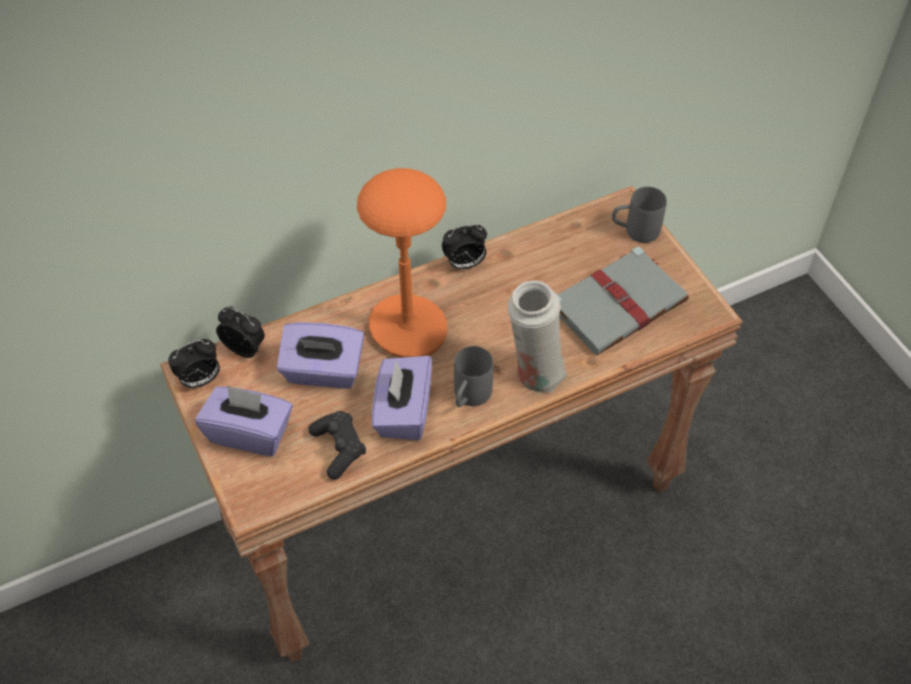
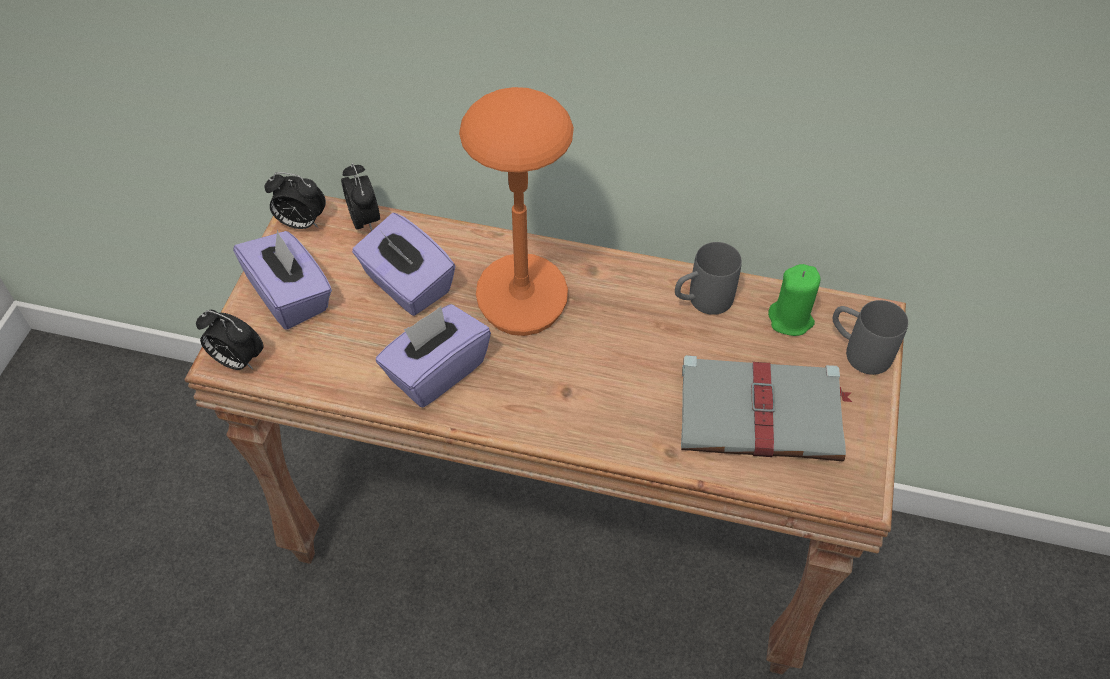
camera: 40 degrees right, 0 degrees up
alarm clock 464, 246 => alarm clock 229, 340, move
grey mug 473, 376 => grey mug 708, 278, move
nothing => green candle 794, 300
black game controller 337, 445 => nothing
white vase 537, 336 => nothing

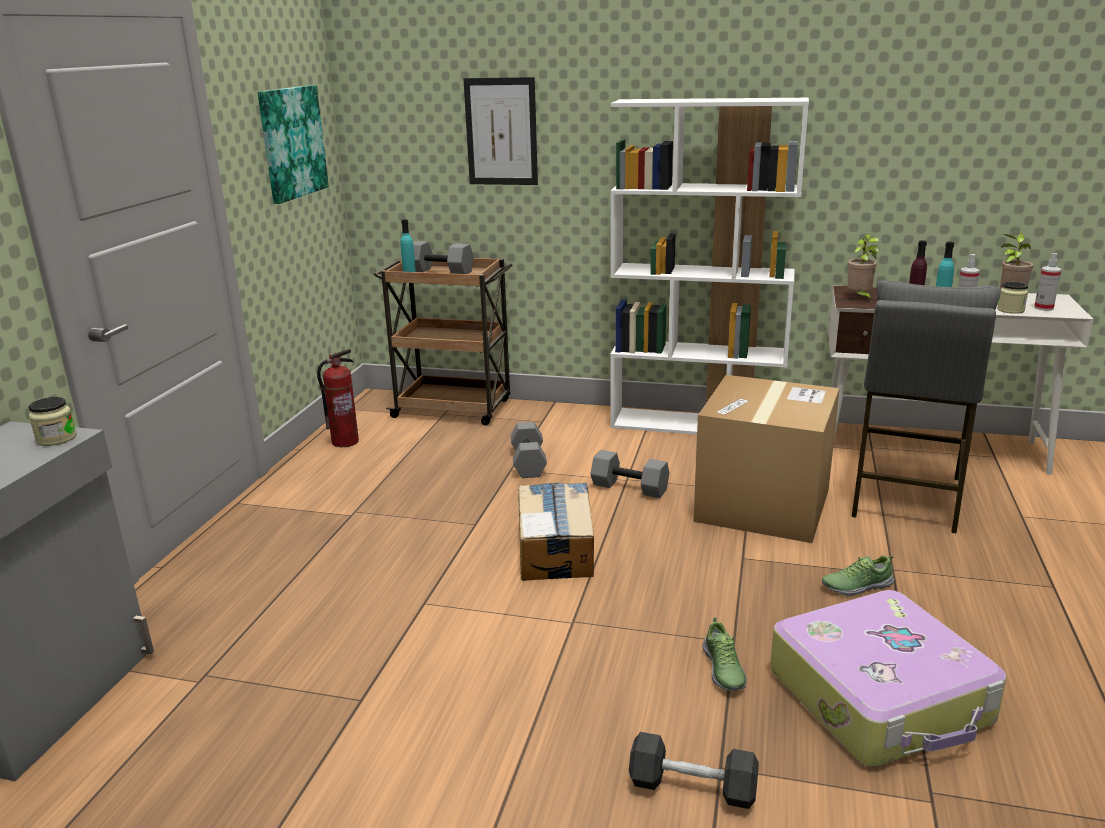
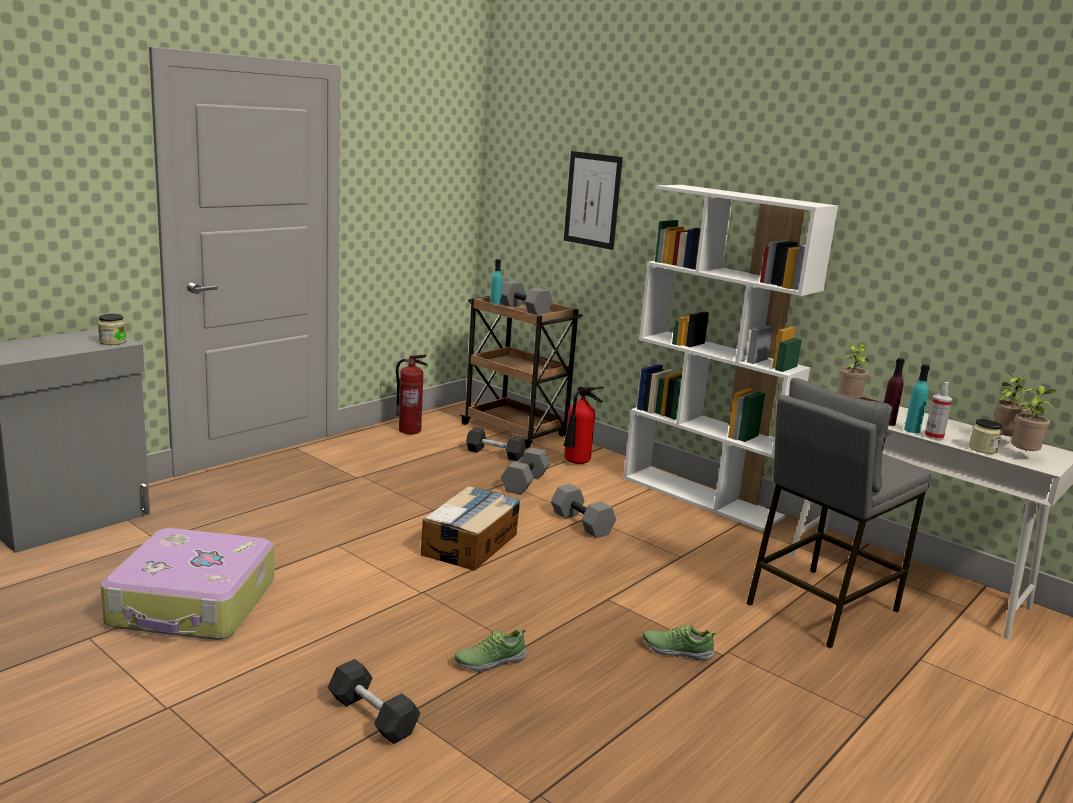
camera: 25 degrees right, 5 degrees down
suitcase 888, 678 => suitcase 187, 584, move
shoe 724, 654 => shoe 490, 650, 45 degrees clockwise
nothing => black dumbbell 496, 444
nothing => fire extinguisher 583, 425
spray bottle 1048, 282 => potted plant 1034, 418
picture 293, 144 => nothing
cardboard box 766, 459 => nothing

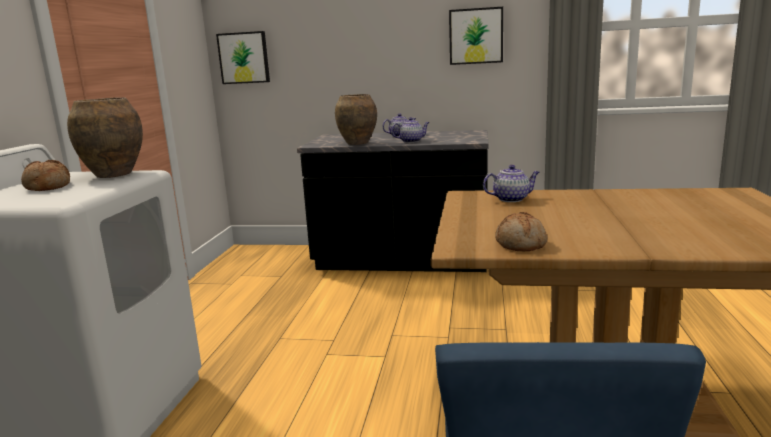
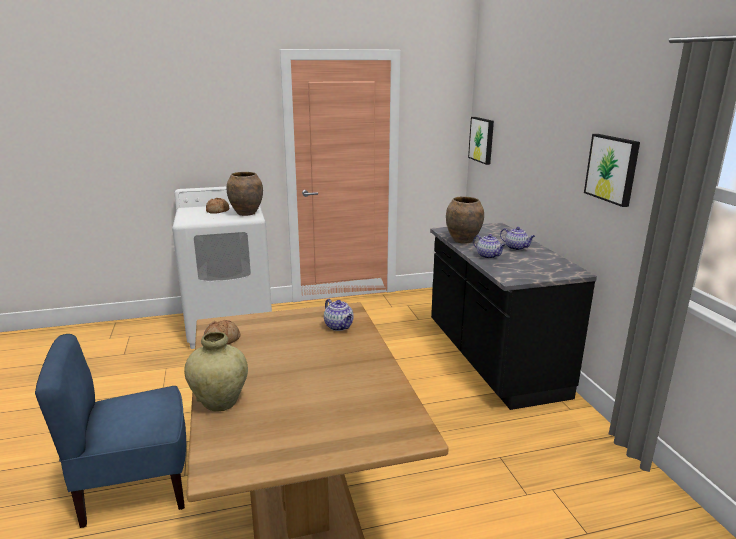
camera: 65 degrees right, 5 degrees up
nothing => beige vase 216, 372

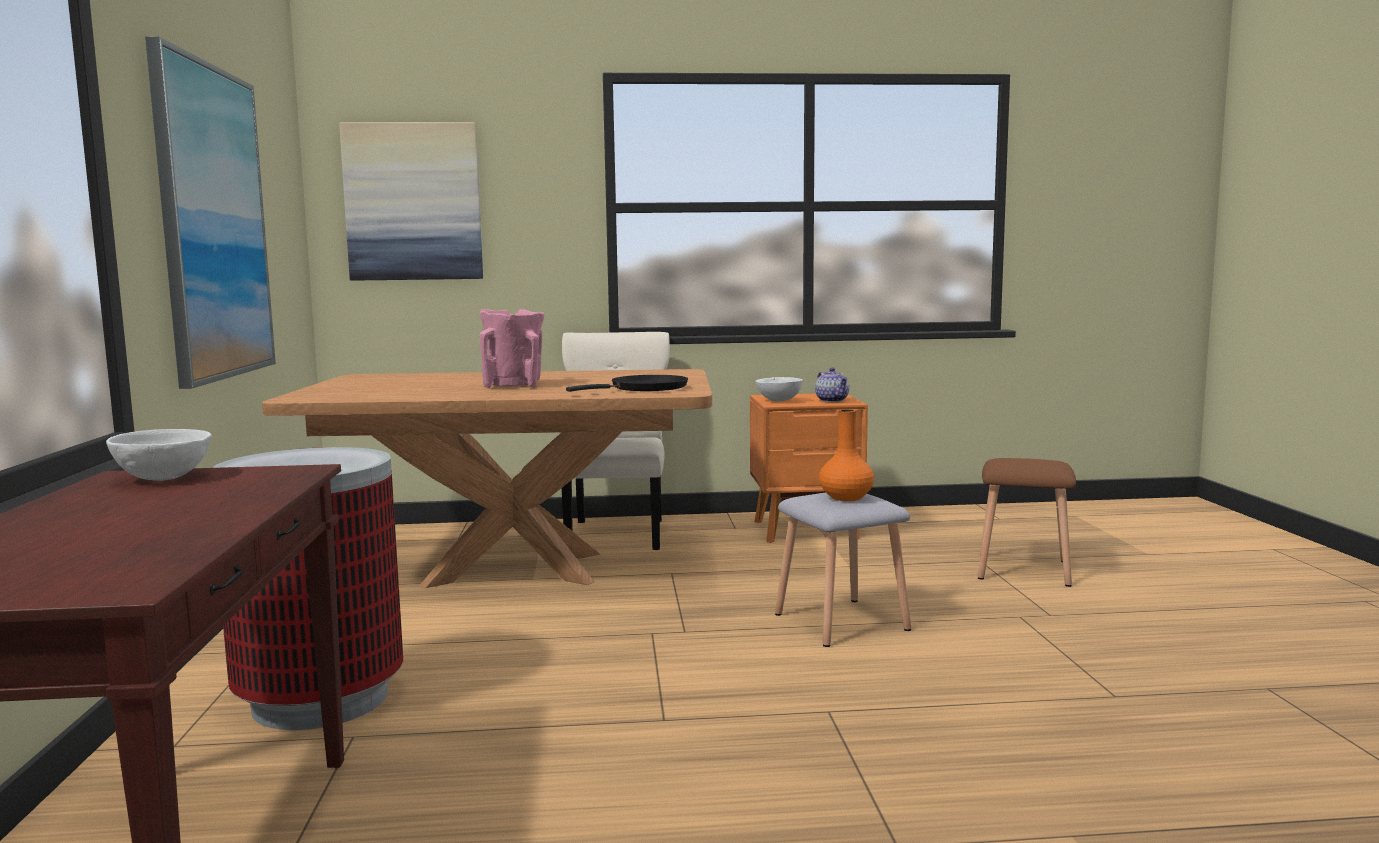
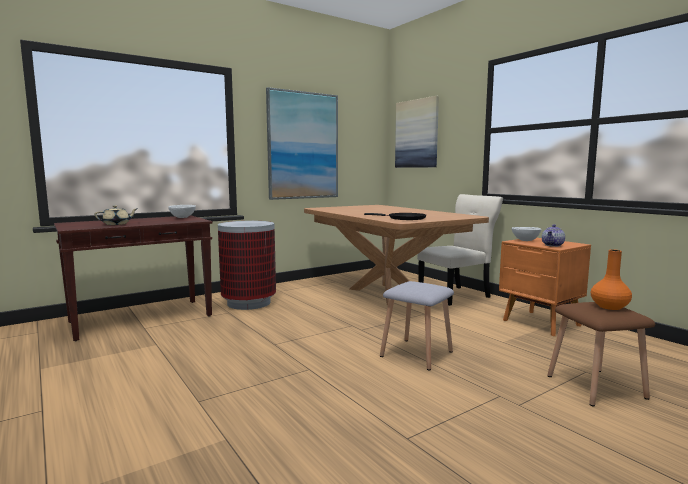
camera: 60 degrees right, 0 degrees up
nothing => beige teapot 115, 215
orange vase 846, 455 => orange vase 611, 279, move
pink vase 512, 348 => nothing

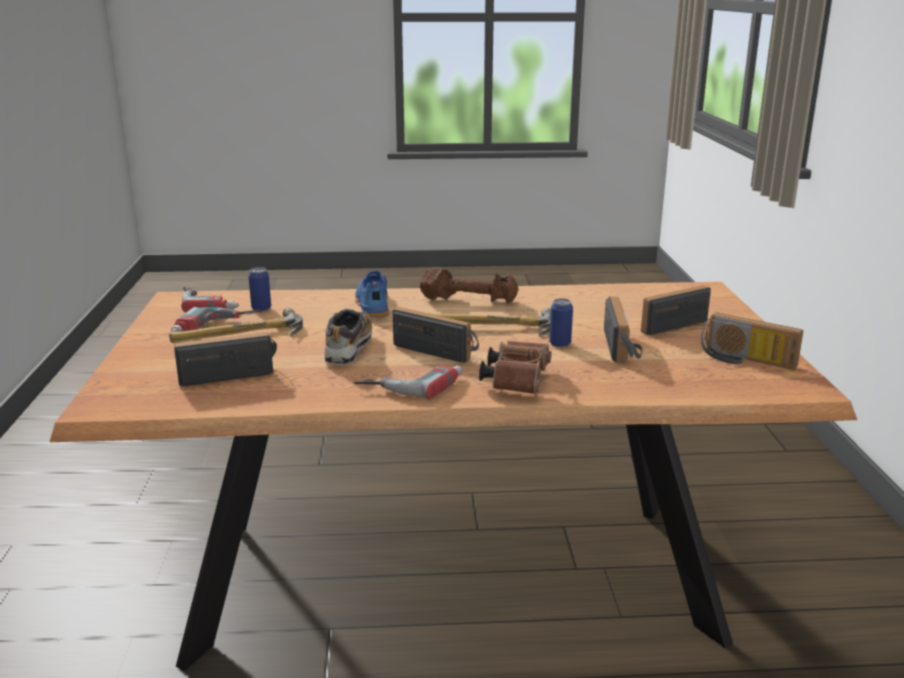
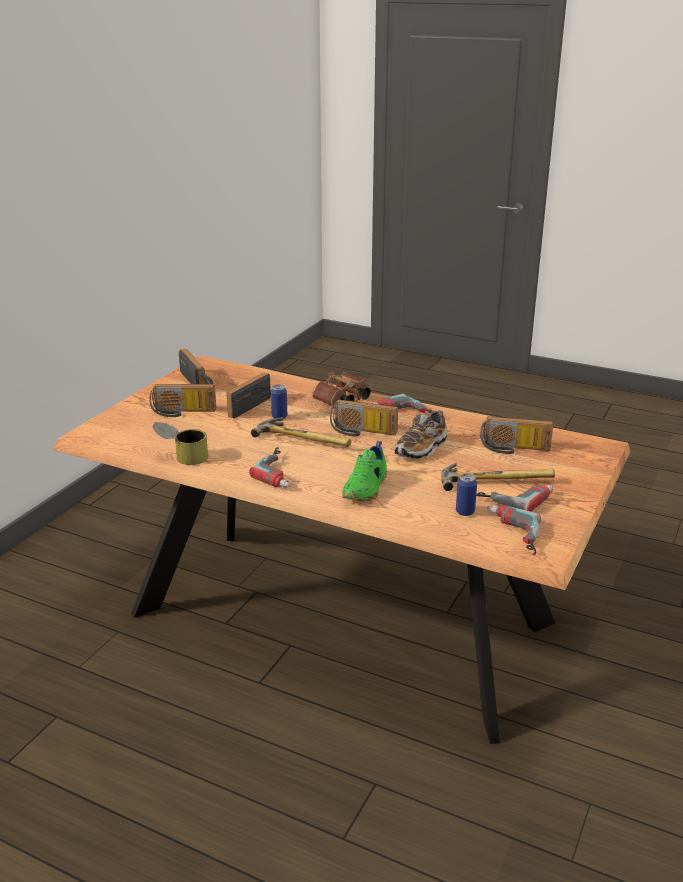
camera: 150 degrees left, 5 degrees up
nothing => can 180, 443
brown dumbbell 469, 285 => power drill 269, 467
radio 436, 335 => radio 364, 418, 45 degrees counterclockwise
blue shoe 372, 293 => green shoe 364, 471

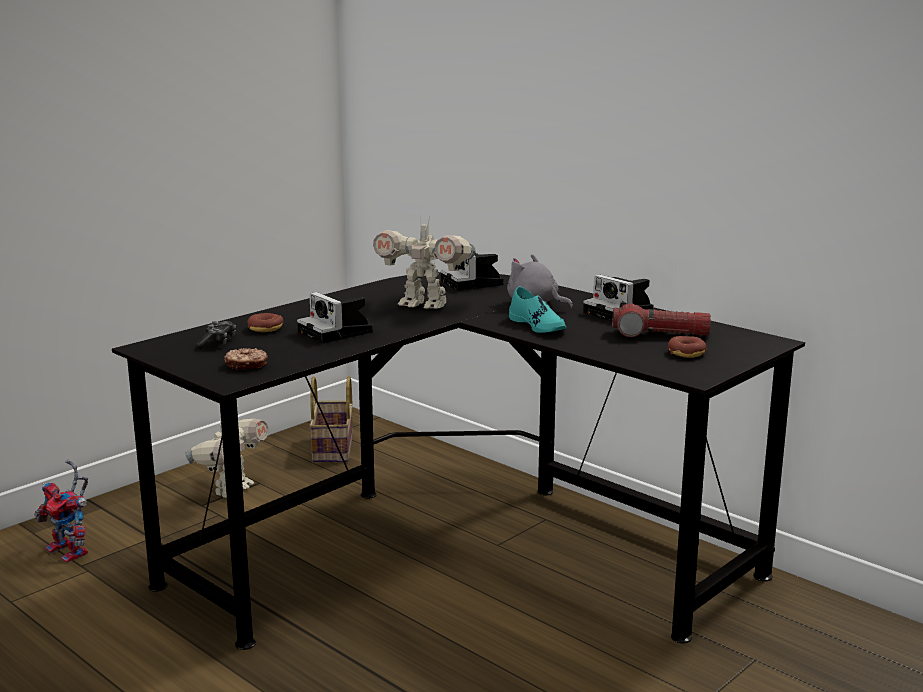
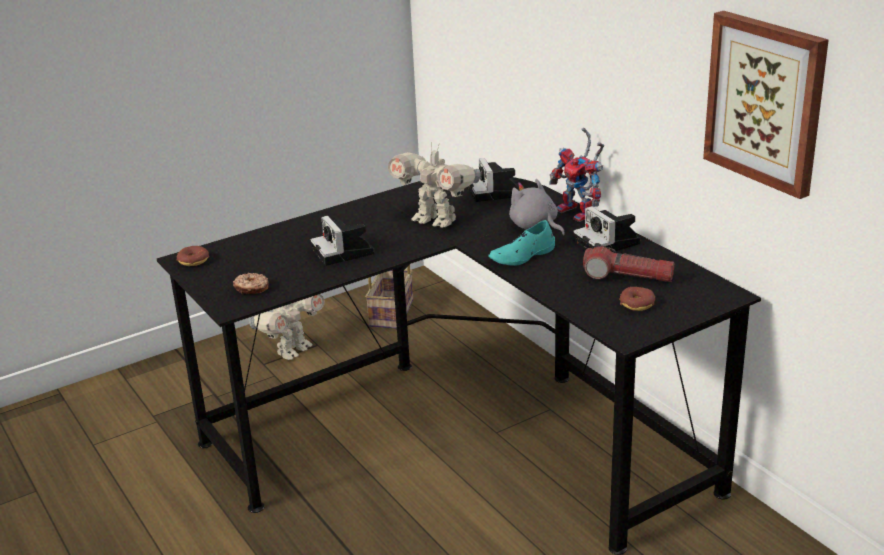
camera: 15 degrees right, 10 degrees up
donut 265, 322 => donut 193, 256, move
turquoise shoe 537, 309 => turquoise shoe 521, 243, 75 degrees clockwise
toy robot 61, 511 => toy robot 576, 175, move
nothing => picture 766, 105
game controller 216, 335 => nothing

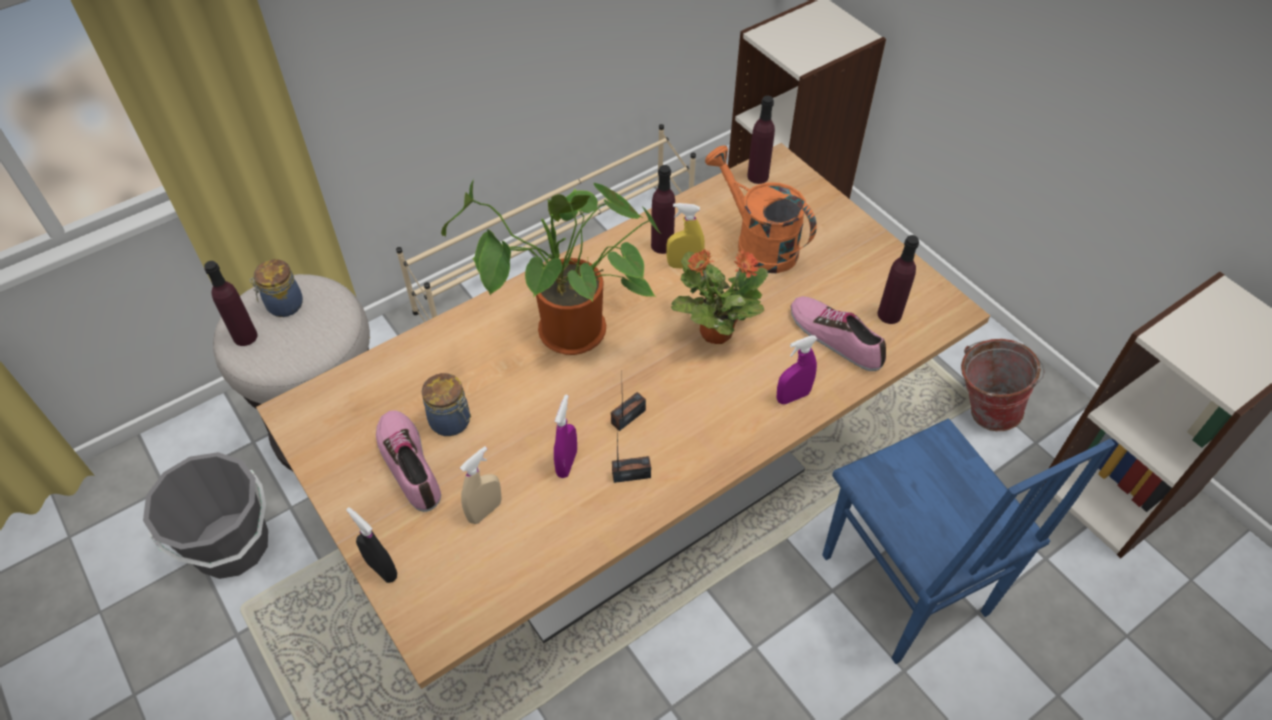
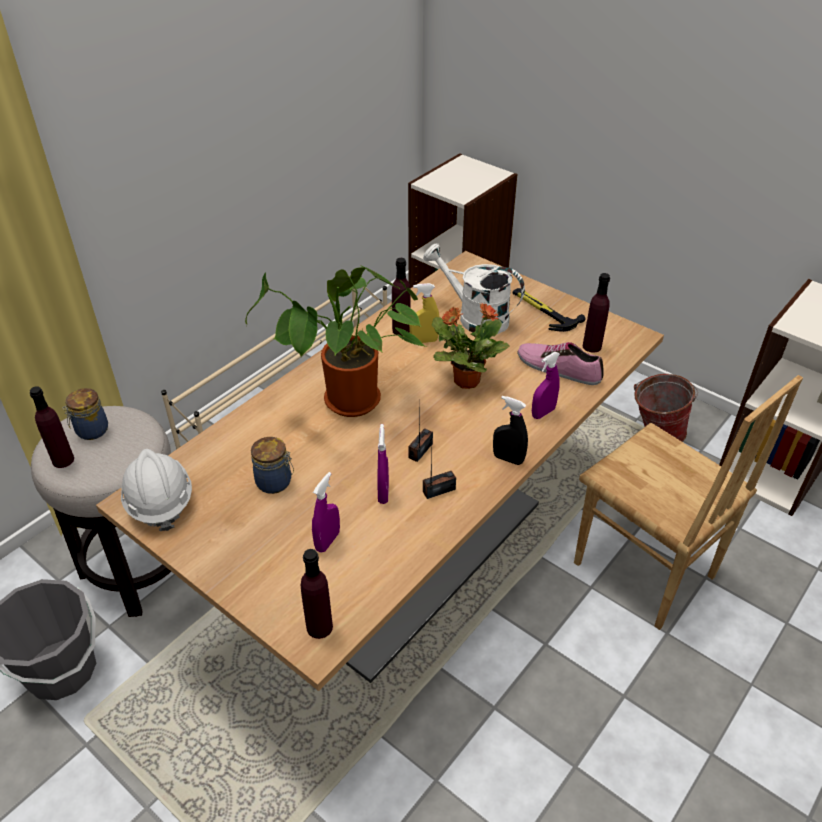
camera: 15 degrees left, 10 degrees down
nothing => white hard hat 156, 490
purple bottle 761, 140 => purple bottle 317, 594, move
beige spray bottle 481, 485 => purple spray bottle 326, 512
orange watering can 760, 209 => white watering can 474, 288
black spray bottle 371, 545 => black spray bottle 510, 430, move
nothing => hammer 549, 310
blue chair 968, 541 => brown chair 688, 502
shoe 408, 461 => nothing

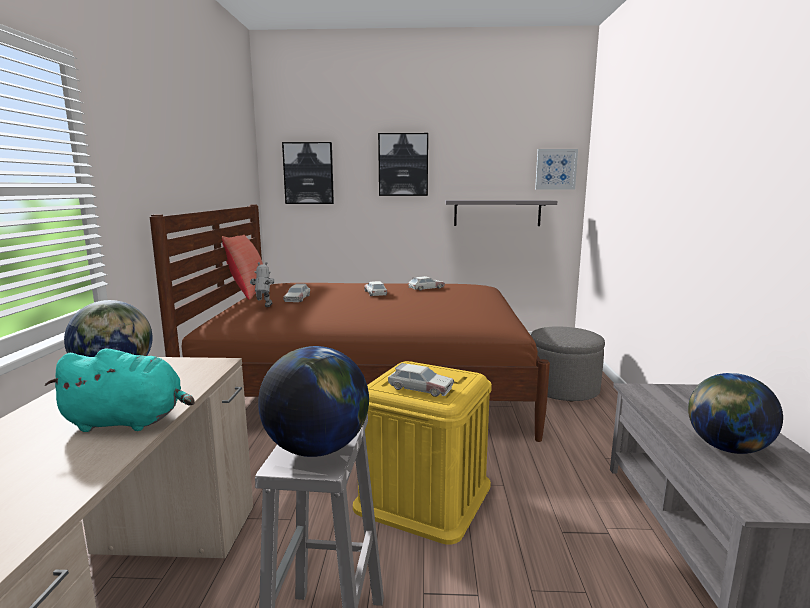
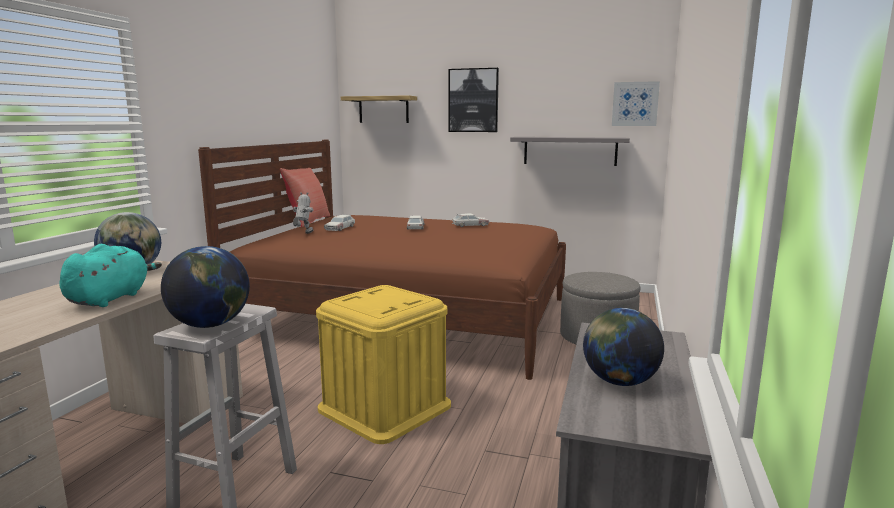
camera: 15 degrees right, 0 degrees up
turquoise plush toy 120, 390 => turquoise plush toy 110, 275, 90 degrees counterclockwise
picture 308, 173 => shelf 379, 109
toy car 421, 380 => nothing

